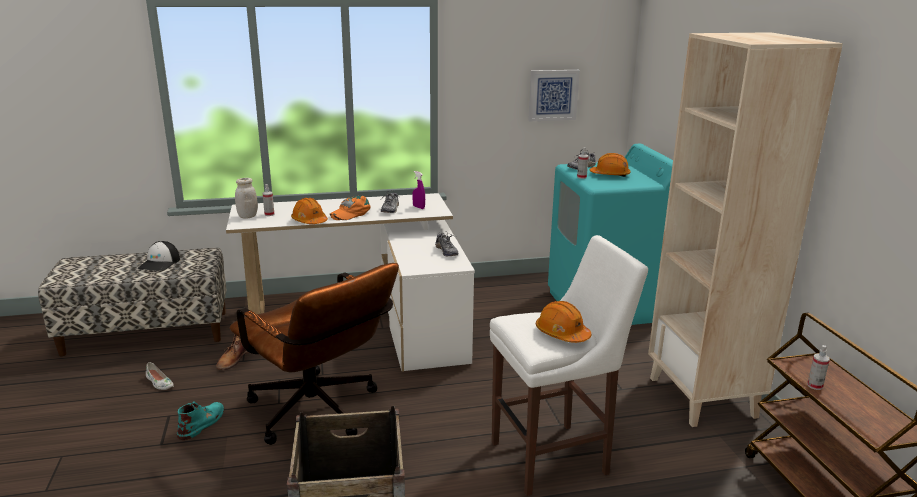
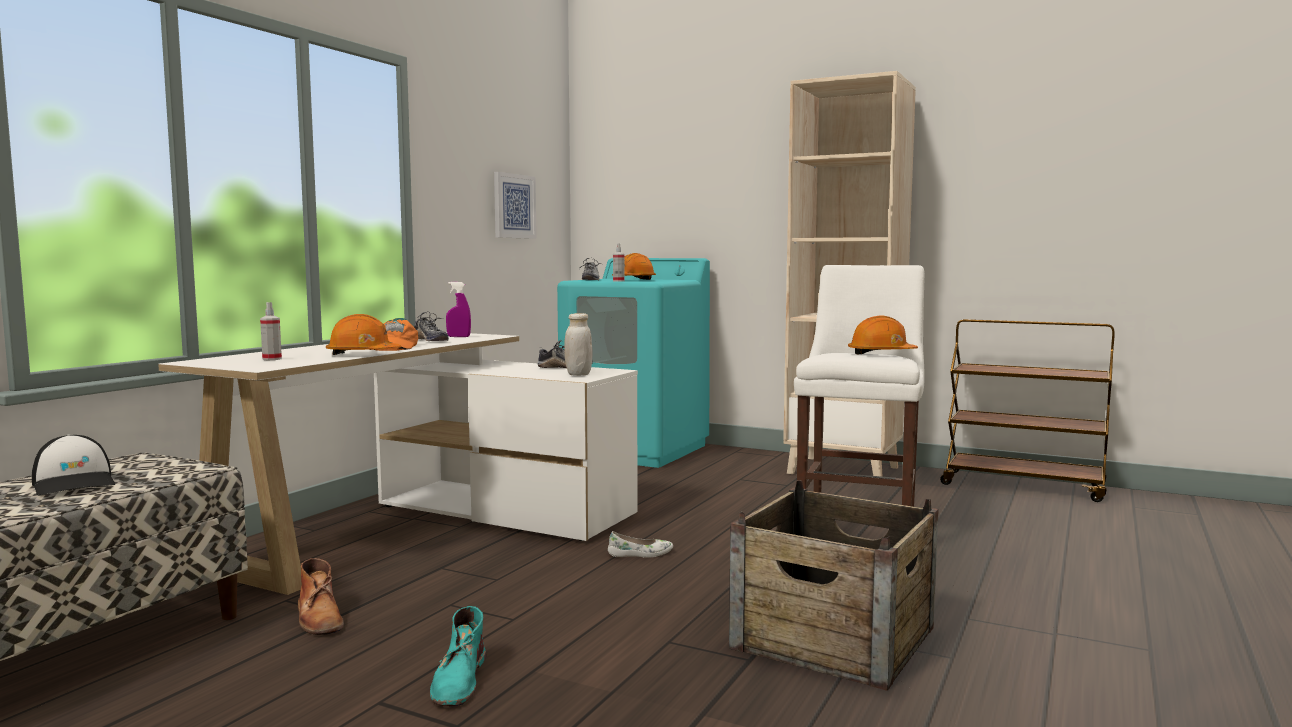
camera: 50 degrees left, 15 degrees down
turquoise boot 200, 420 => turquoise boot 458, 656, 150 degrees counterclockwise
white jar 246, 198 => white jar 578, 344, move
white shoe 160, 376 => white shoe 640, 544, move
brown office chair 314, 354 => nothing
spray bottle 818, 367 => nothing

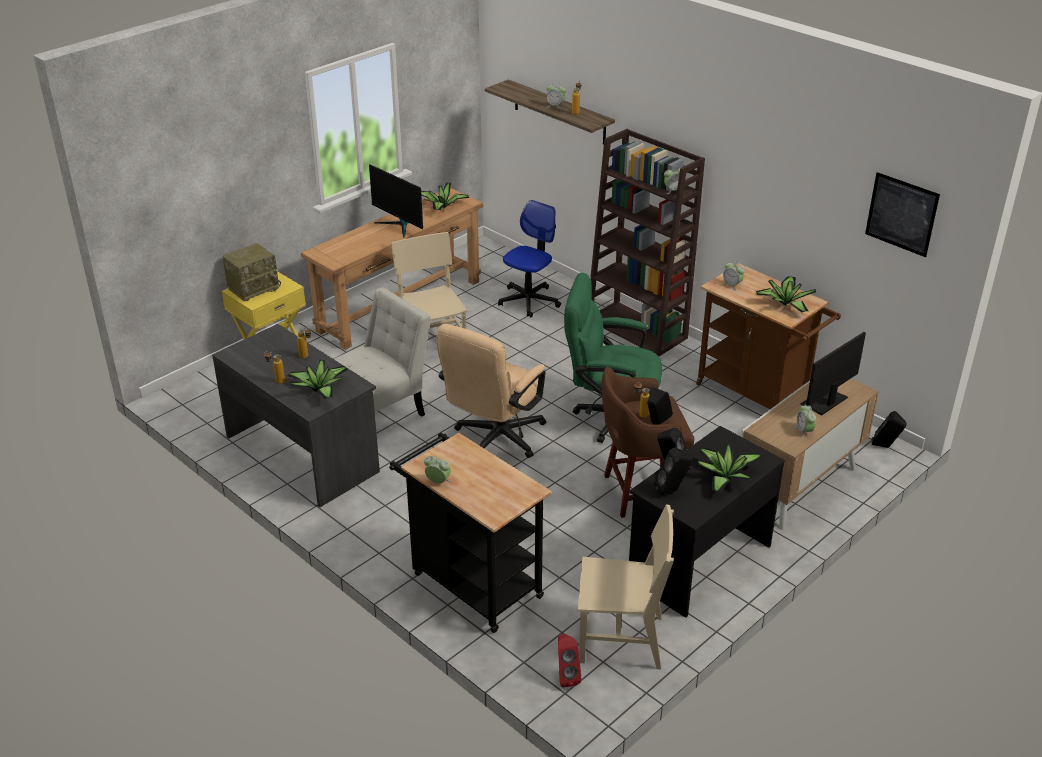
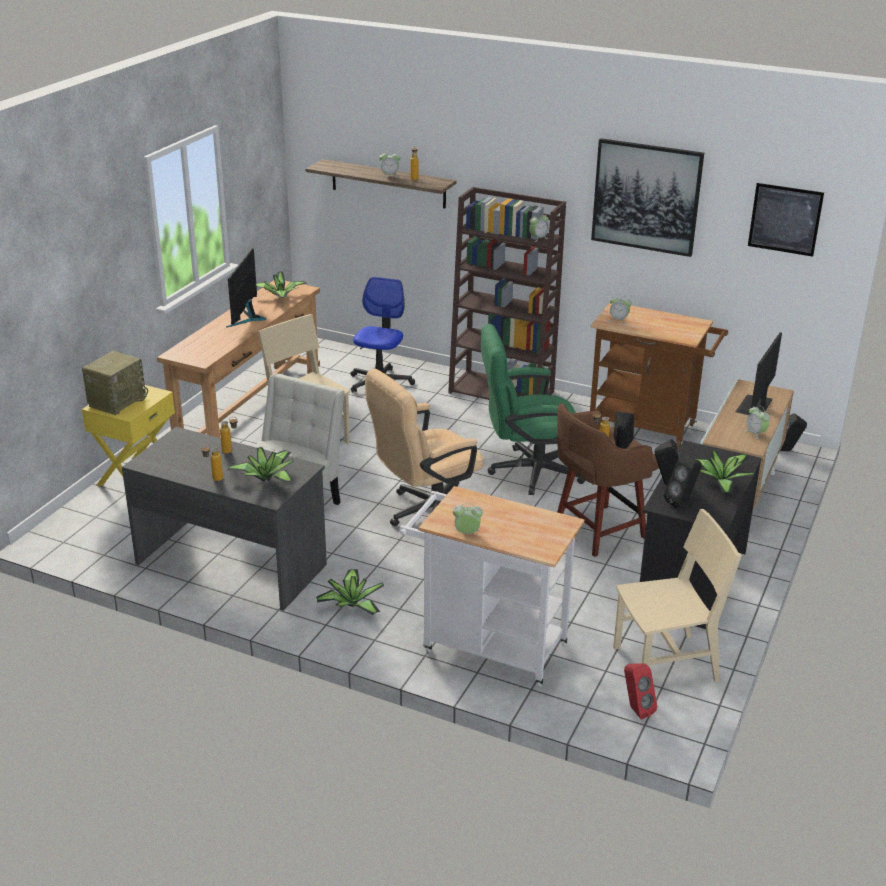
camera: 20 degrees left, 5 degrees down
monitor 396, 201 => monitor 246, 288, 75 degrees clockwise
potted plant 786, 294 => potted plant 350, 592, move
beige office chair 492, 391 => beige office chair 424, 447, 45 degrees clockwise
black cart 470, 533 => white cart 492, 586
nothing => picture 647, 197

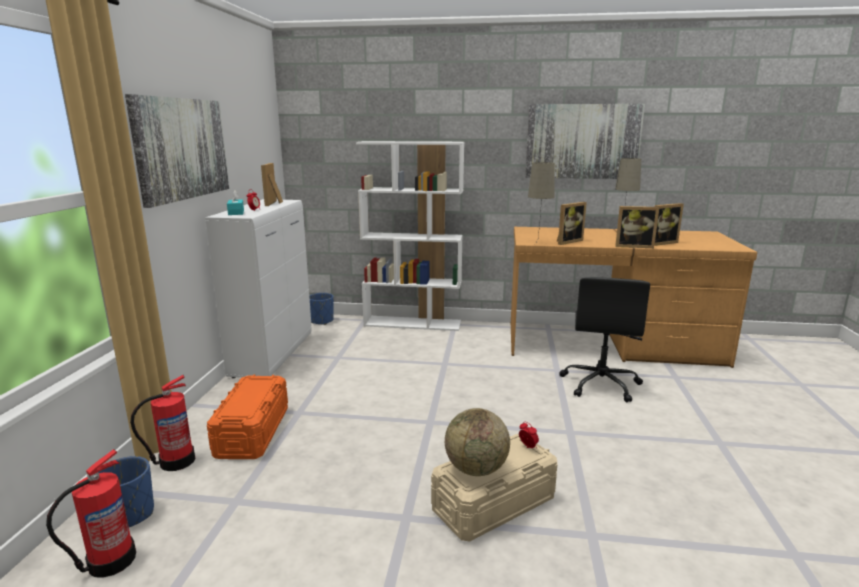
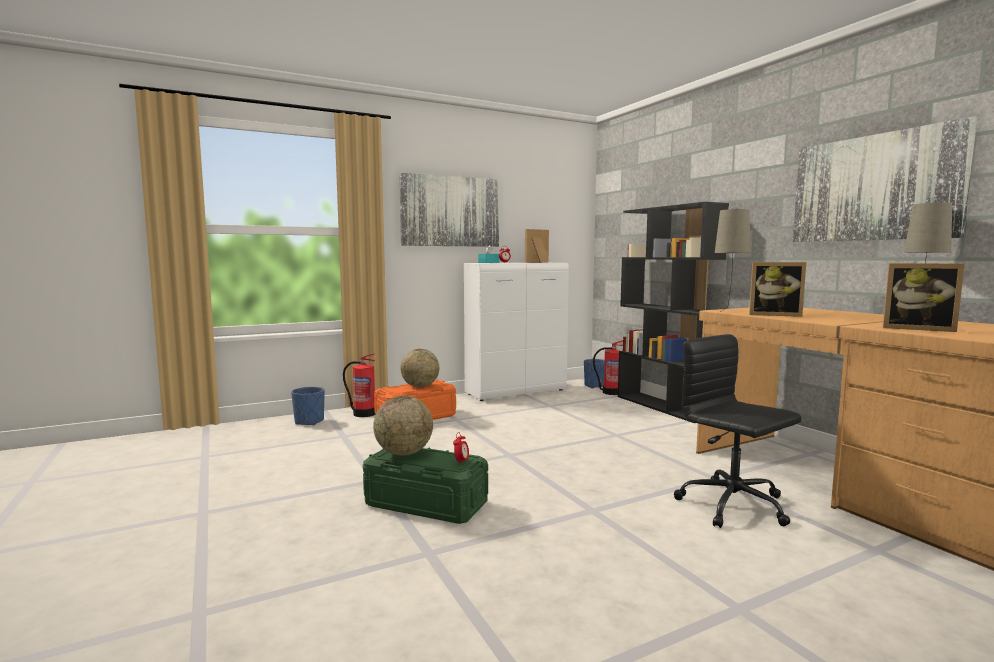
camera: 55 degrees right, 10 degrees down
beige storage box 494, 488 => green storage box 425, 486
nothing => globe 419, 368
fire extinguisher 91, 513 => fire extinguisher 608, 367, move
white bookcase 410, 236 => black bookcase 673, 312
black office chair 604, 339 => black office chair 738, 431, 75 degrees clockwise
picture frame 637, 227 => nothing

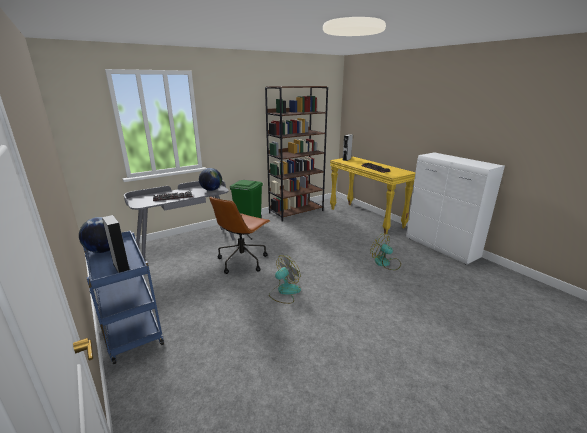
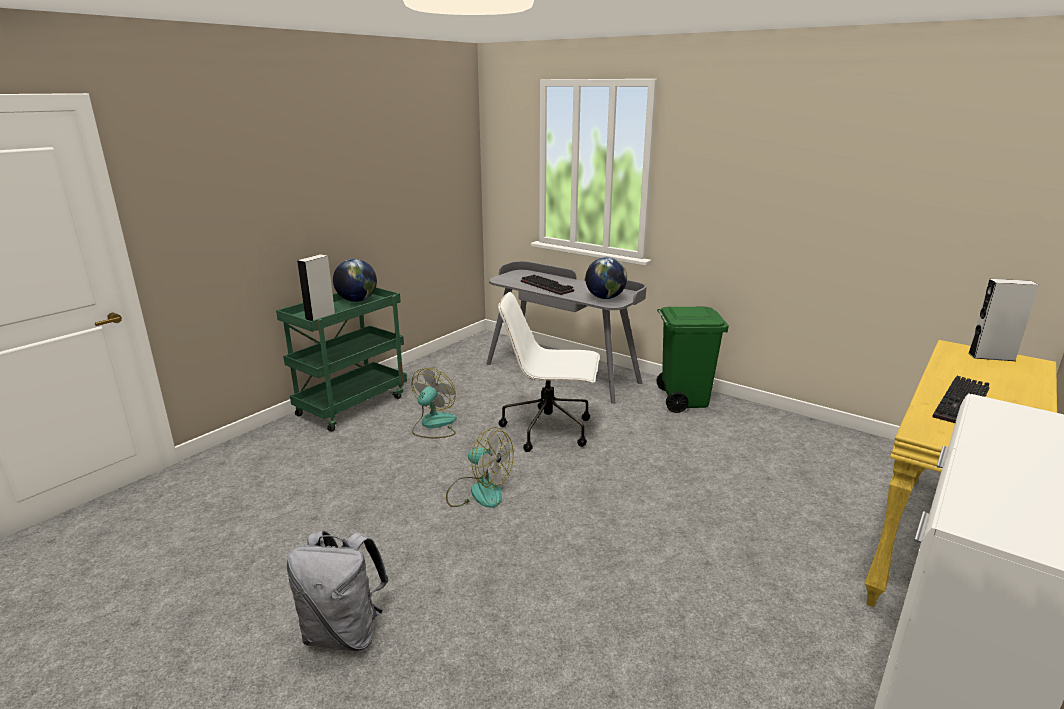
camera: 70 degrees right, 0 degrees up
blue cart 123, 297 => green cart 341, 359
nothing => grey backpack 338, 590
fan 385, 251 => fan 434, 403, move
brown office chair 240, 235 => white office chair 549, 372
brown bookcase 296, 154 => nothing

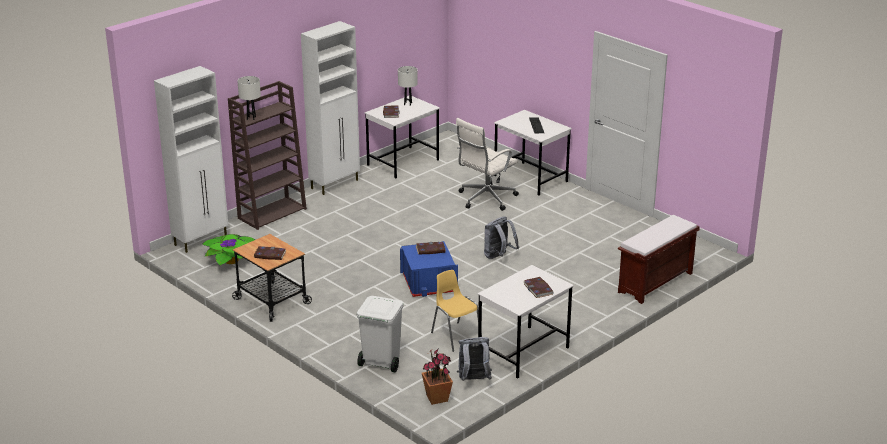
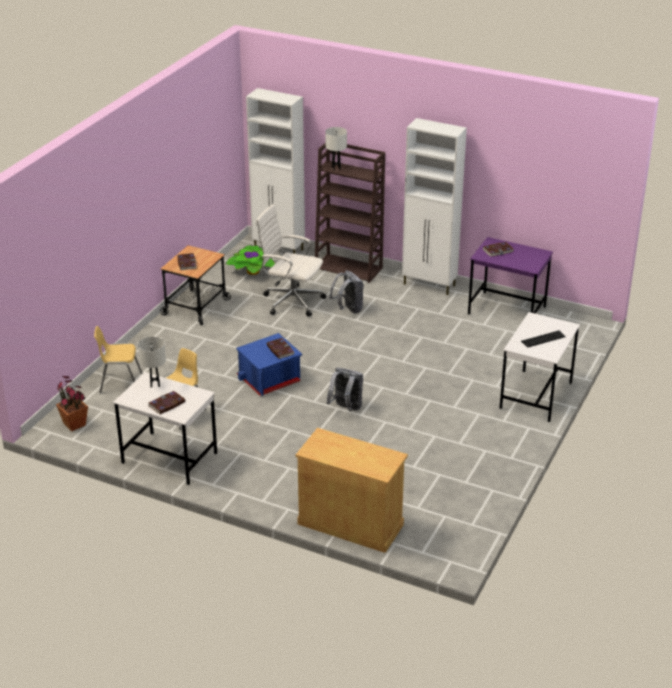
camera: 70 degrees right, 5 degrees up
white trash can 380, 334 => yellow chair 118, 359
white table lamp 408, 86 => white table lamp 152, 362, move
white office chair 487, 164 => white office chair 291, 260, move
brown bench 659, 259 => beige cabinet 351, 490
grey backpack 474, 359 => grey backpack 347, 292, move
white desk 402, 137 => purple desk 510, 276

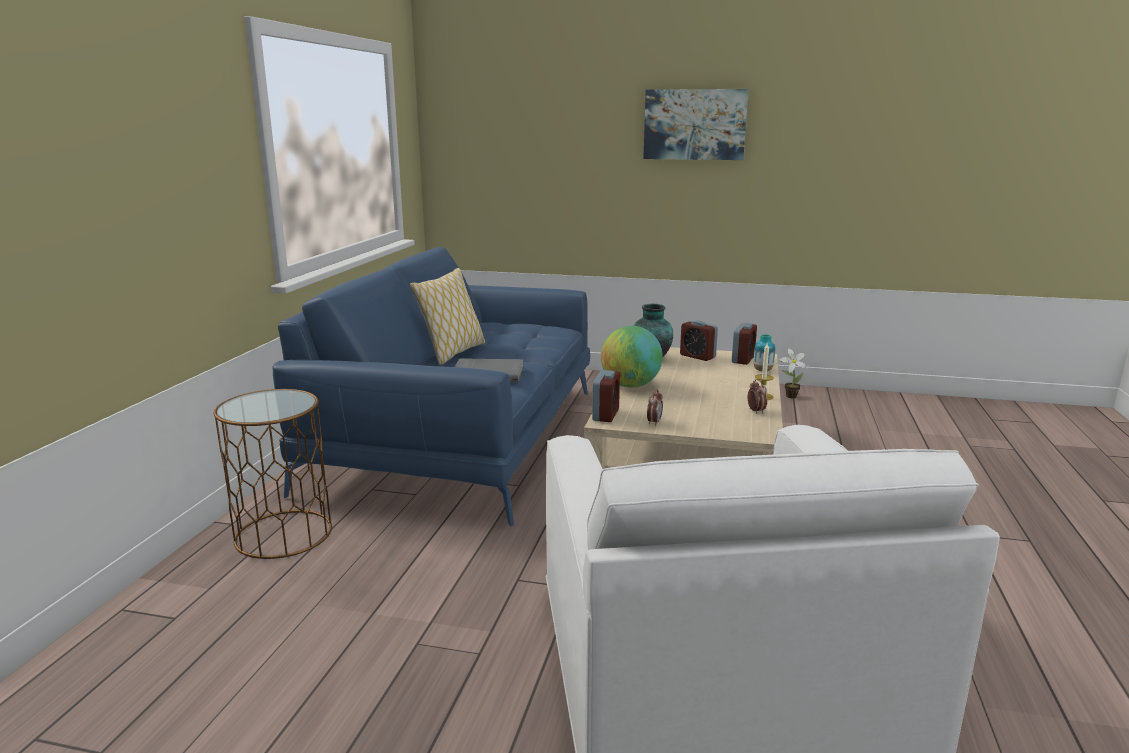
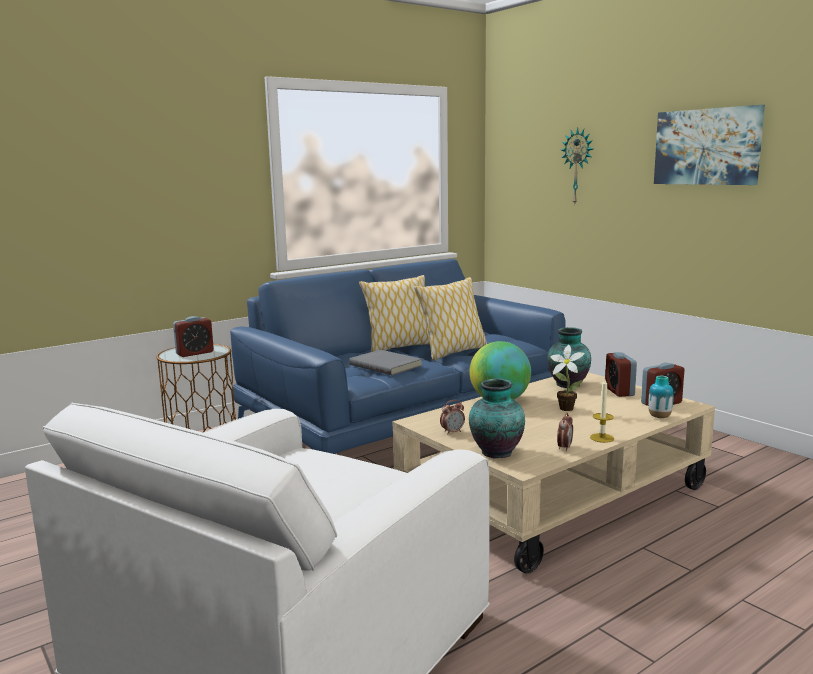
camera: 40 degrees right, 5 degrees down
alarm clock 606, 396 => alarm clock 193, 336, move
nothing => pillow 450, 318
nothing => vase 497, 418
potted plant 793, 373 => potted plant 567, 378, move
nothing => wall clock 577, 166

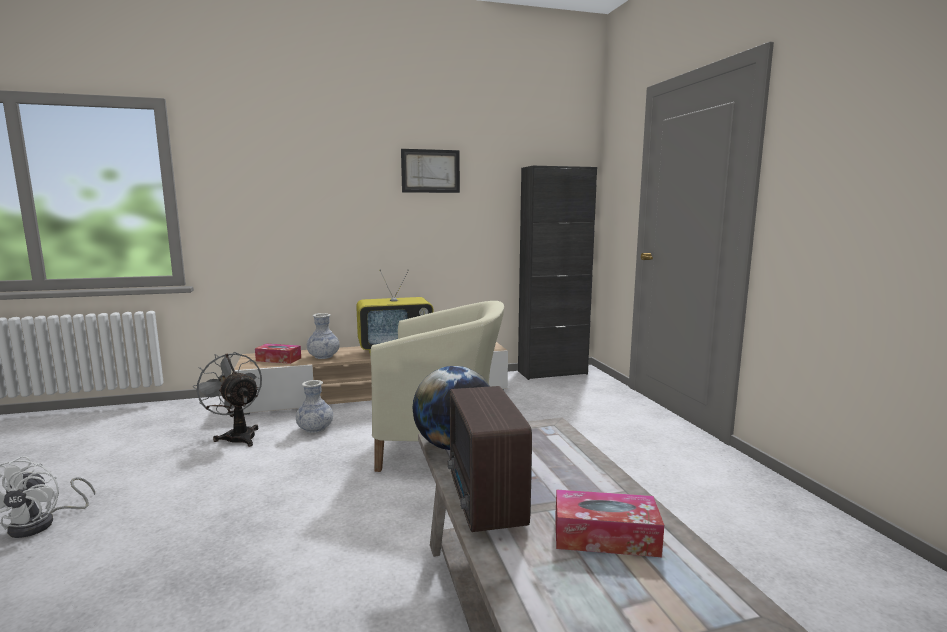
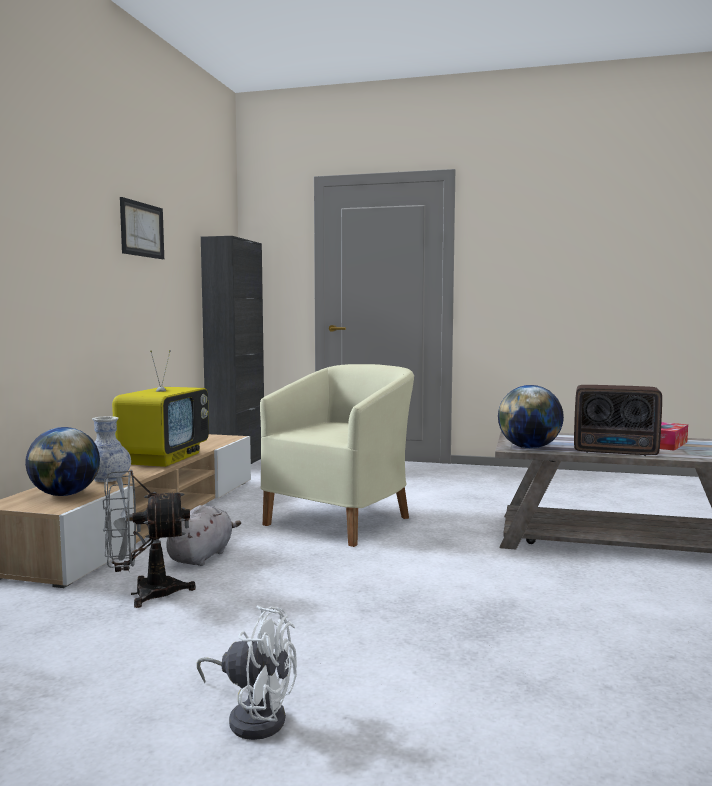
camera: 60 degrees left, 5 degrees down
tissue box 278, 354 => globe 62, 461
vase 314, 406 => grey plush toy 203, 535

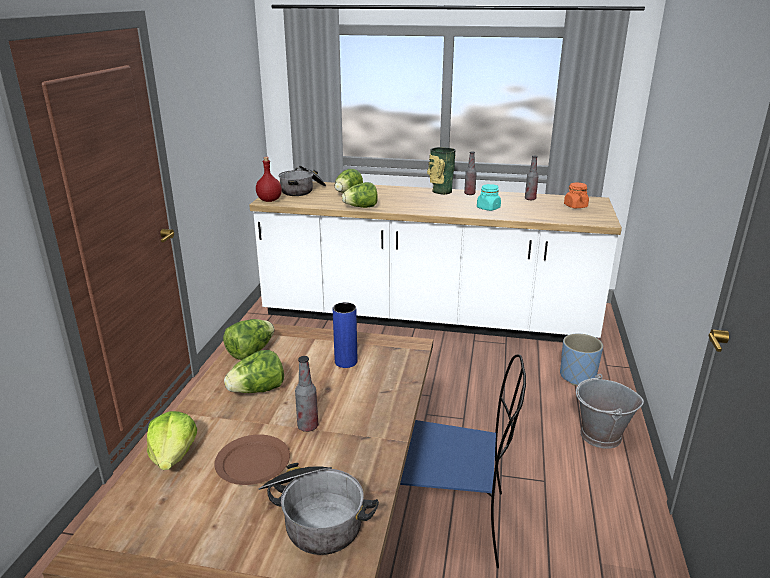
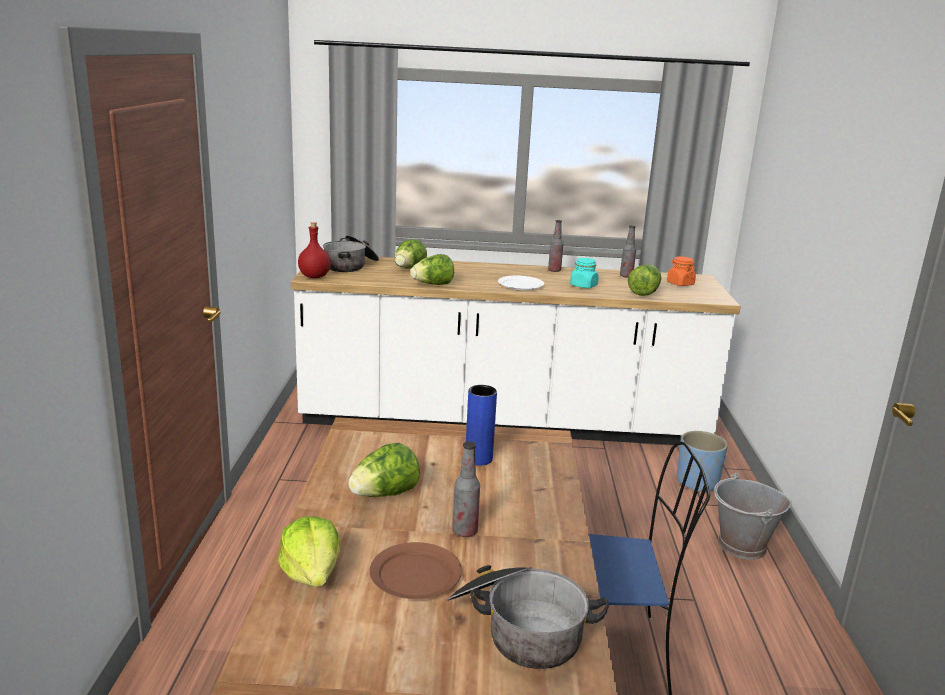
camera: 10 degrees left, 5 degrees down
nothing => white plate 521, 283
lettuce 248, 339 => lettuce 644, 280, move
vase 441, 171 => nothing

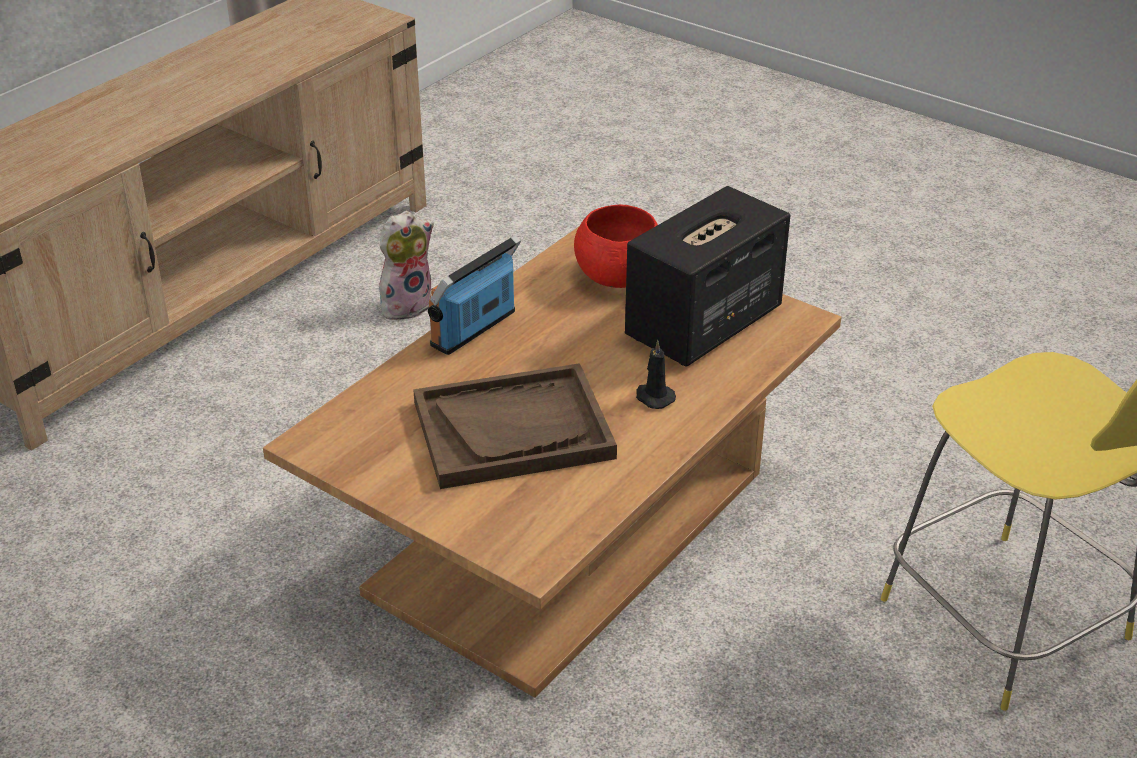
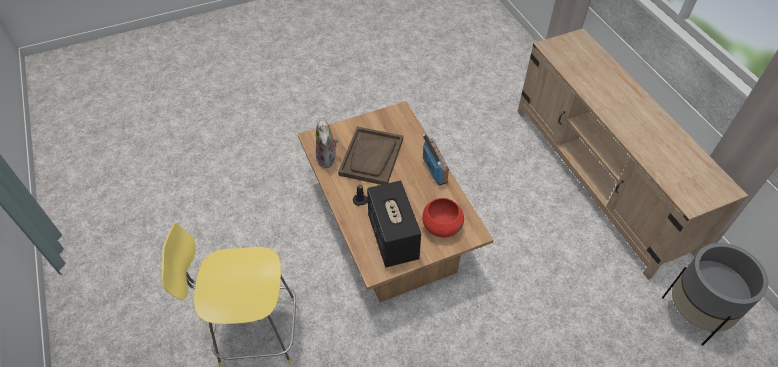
camera: 120 degrees right, 15 degrees up
plush toy 406, 265 => plush toy 327, 143, move
nothing => grey planter 715, 294

